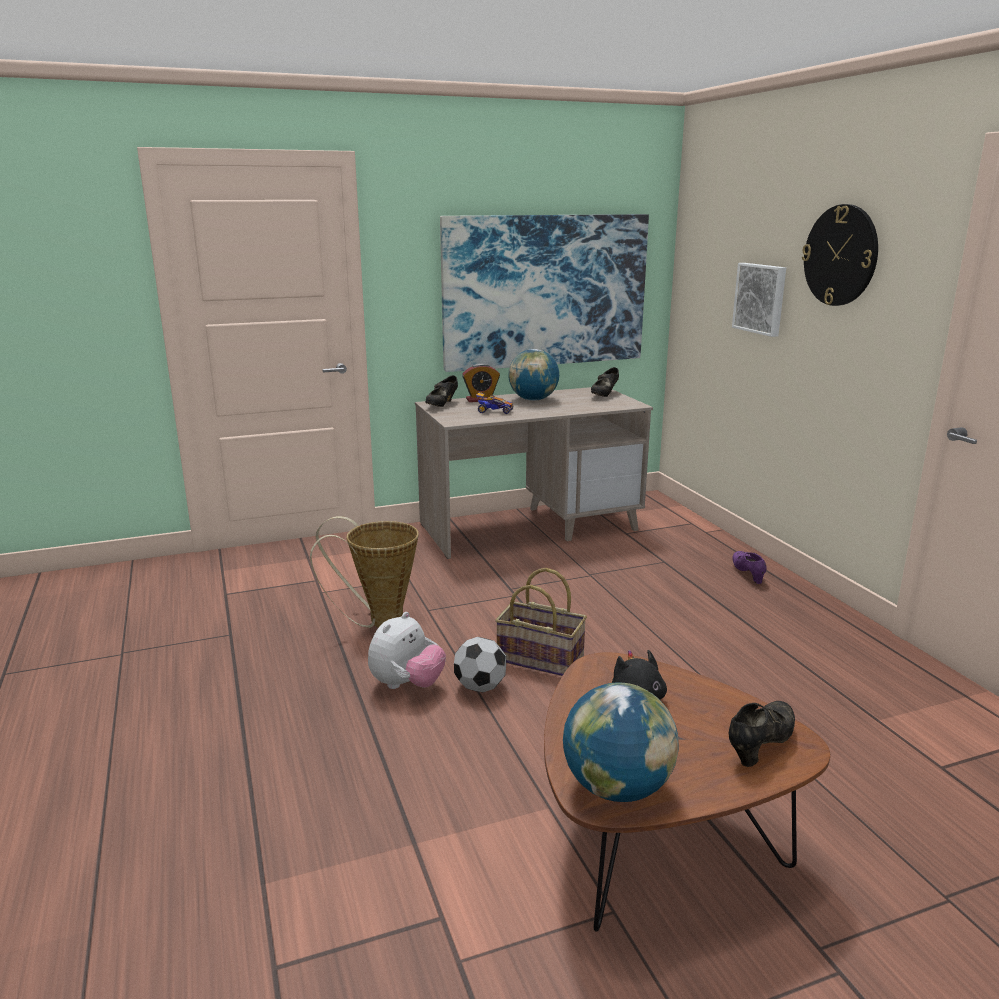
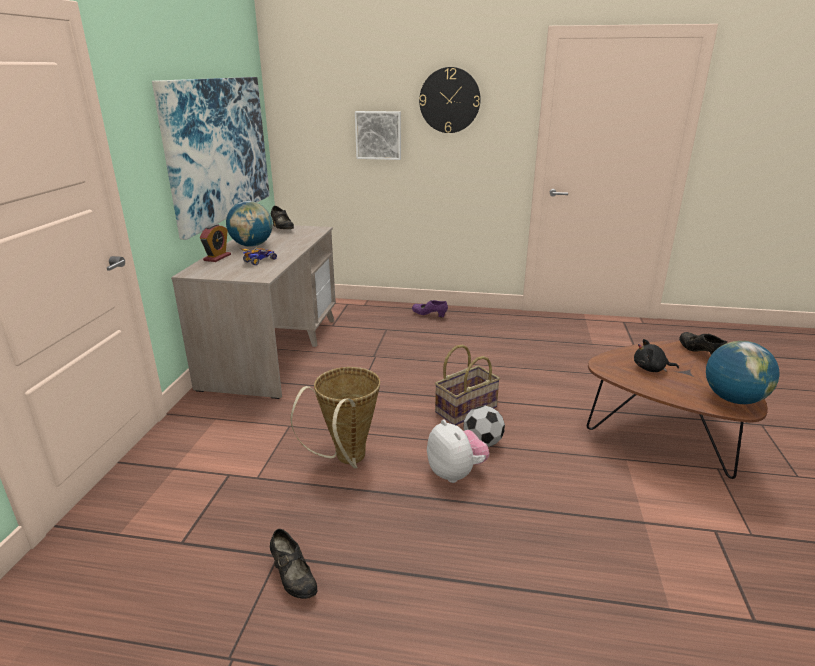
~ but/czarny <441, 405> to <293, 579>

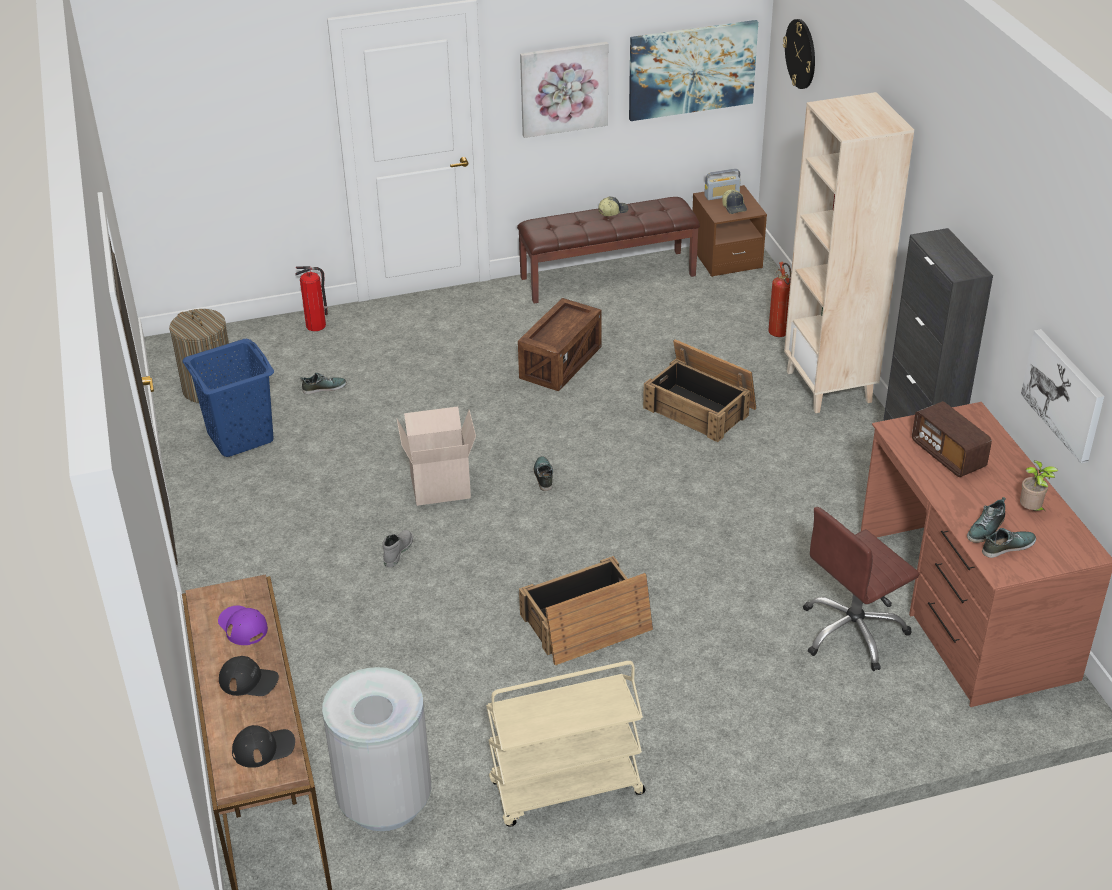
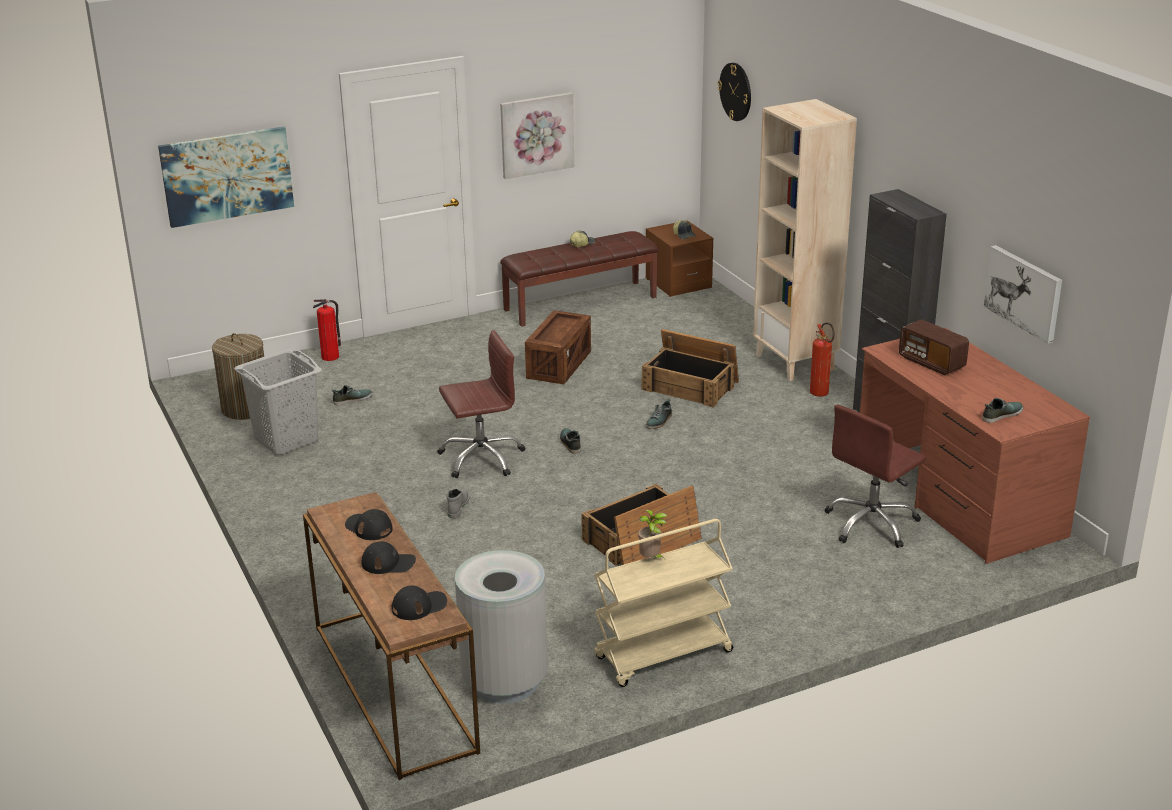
~ obraz <692, 69> to <227, 176>
~ kosz na pranie/niebieski <239, 436> to kosz na pranie/szary <285, 440>
~ czapka z daszkiem/fioletowy <242, 626> to czapka z daszkiem/czarny <369, 528>
~ karton <441, 485> to krzesło biurowe/brązowy <481, 458>
~ roślina doniczkowa <1031, 510> to <651, 559>
~ but <986, 529> to <659, 421>
~ gaśnica <779, 335> to <821, 394>
- radio <722, 195>

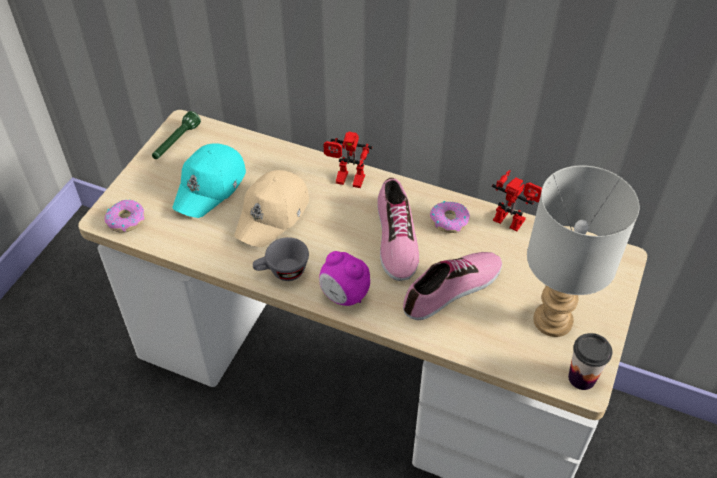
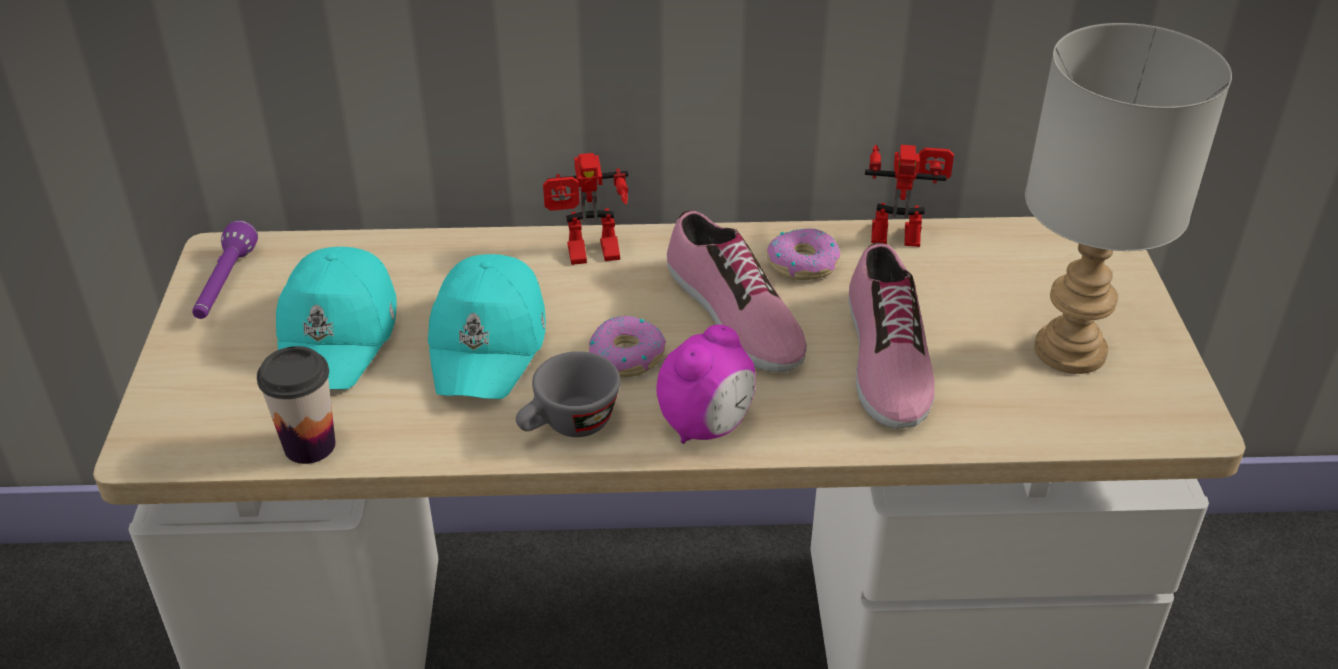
~ latarka/zielony <176, 142> to latarka/fioletowy <225, 285>
~ filiżanka <582, 378> to <309, 445>
~ czapka z daszkiem/beżowy <273, 214> to czapka z daszkiem/turkusowy <490, 342>
~ donut <126, 220> to <626, 356>
~ budzik <344, 296> = <707, 426> 60 degrees counterclockwise
~ but <453, 290> = <883, 358> 150 degrees clockwise

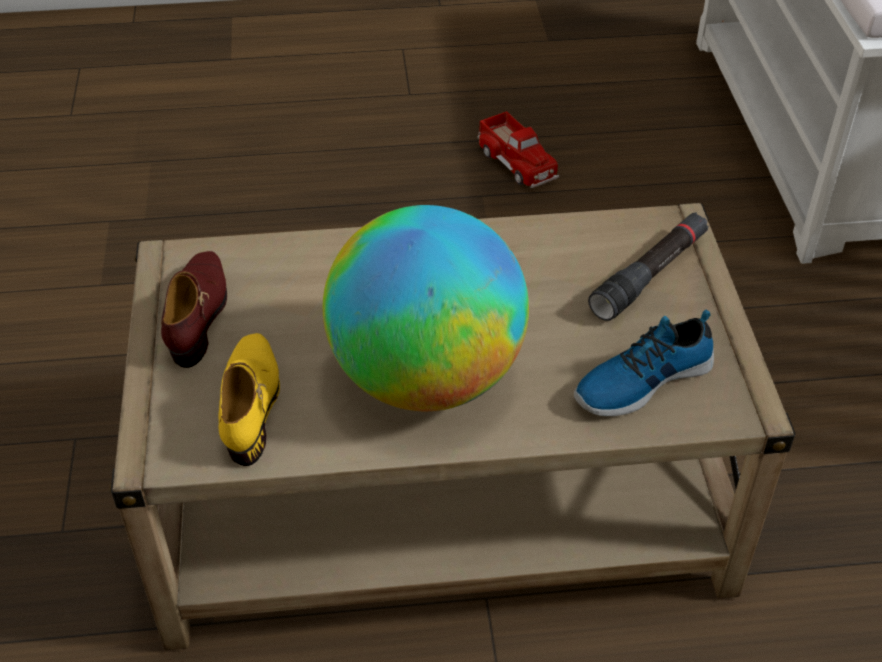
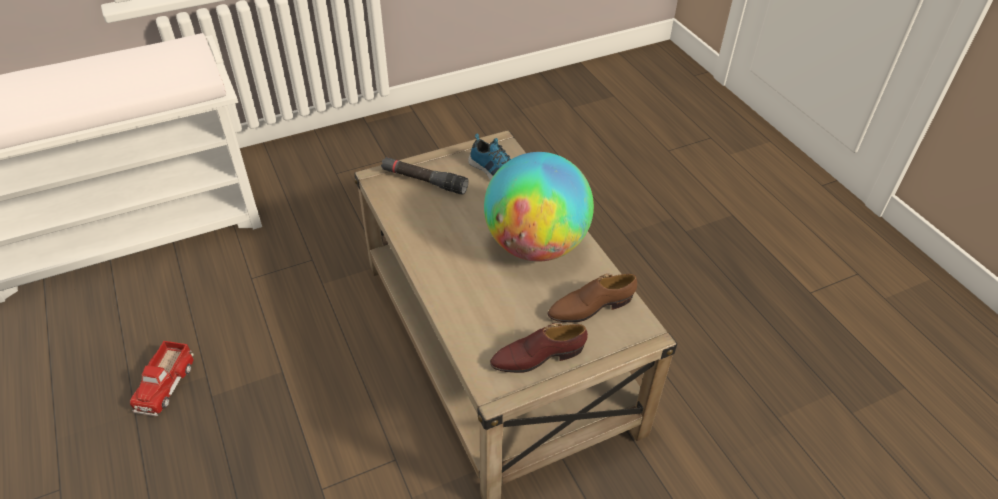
~ ciężarówka zabawkowa <517, 161> = <164, 384> 150 degrees clockwise
~ but/żółty <252, 404> to but/brązowy <590, 307>

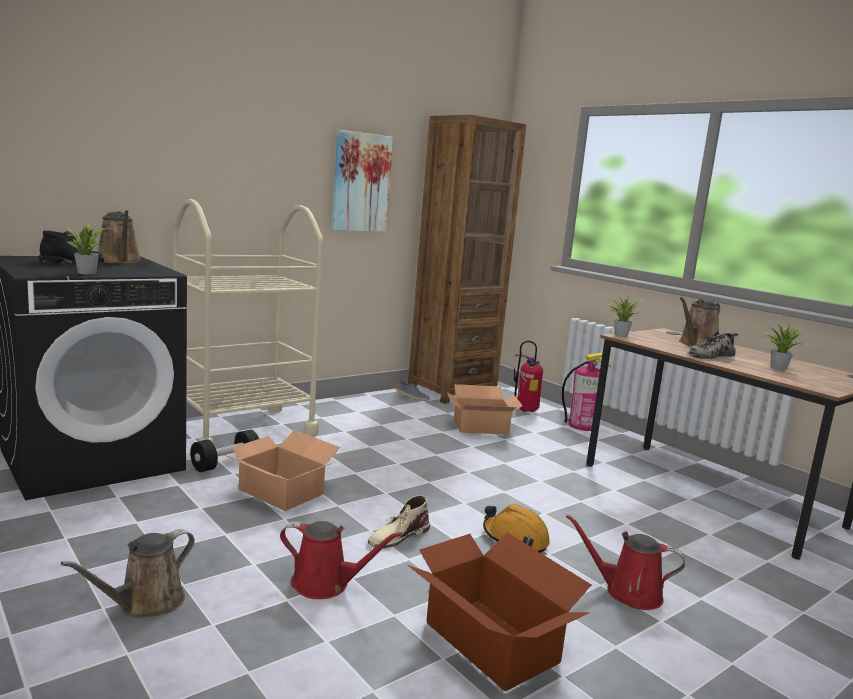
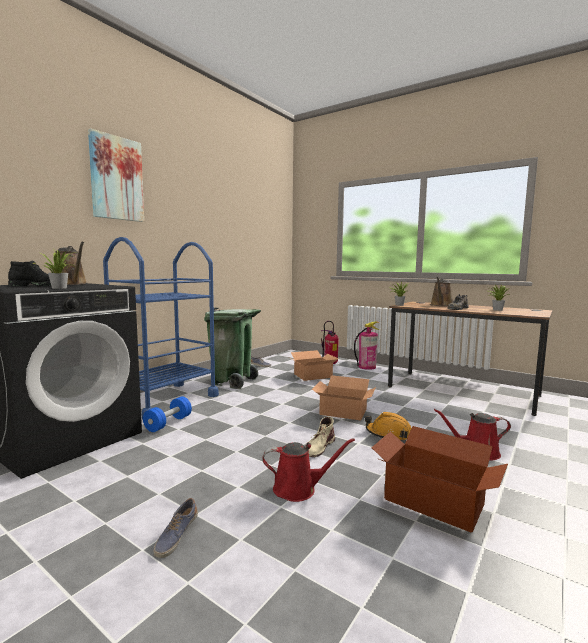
~ obraz <361, 182> to <116, 178>
~ wózek/beżowy <243, 429> to wózek/niebieski <165, 400>
~ hantel/czarny <226, 464> to hantel/niebieski <168, 423>
~ konewka/brązowy <145, 603> to but <176, 536>
+ kosz na śmieci/zielony <232, 382>
~ karton <281, 491> to <343, 411>
- regał/brązowy <451, 391>

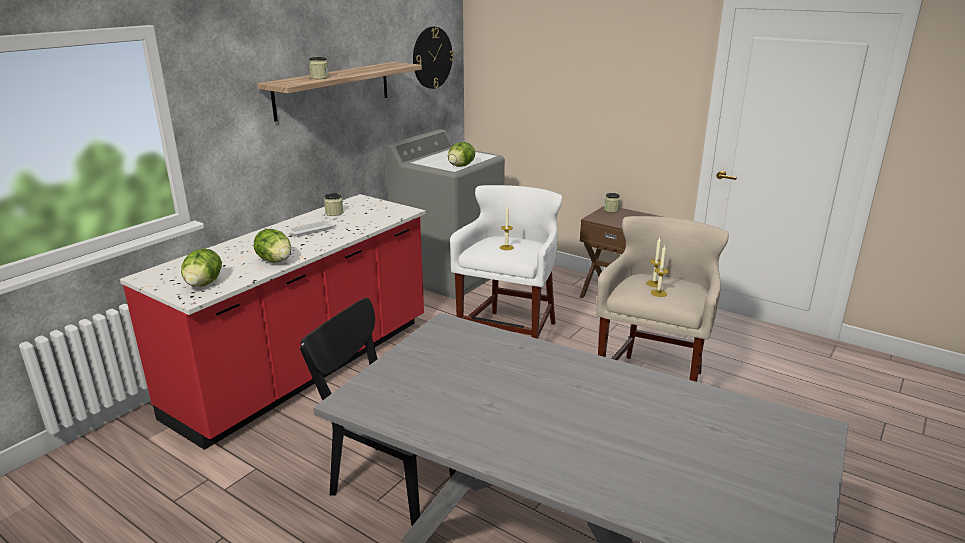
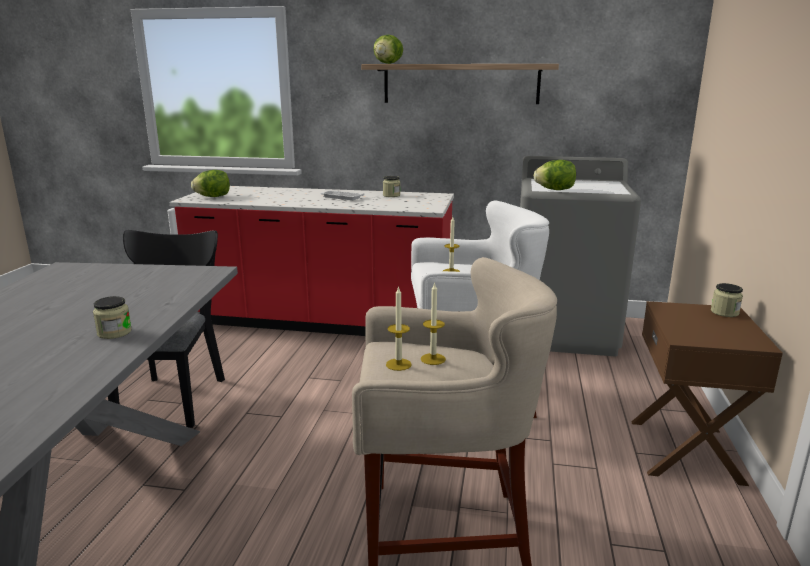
~ słoik <319, 78> to <114, 332>
~ sałata <275, 261> to <387, 63>
- zegar ścienny <432, 57>

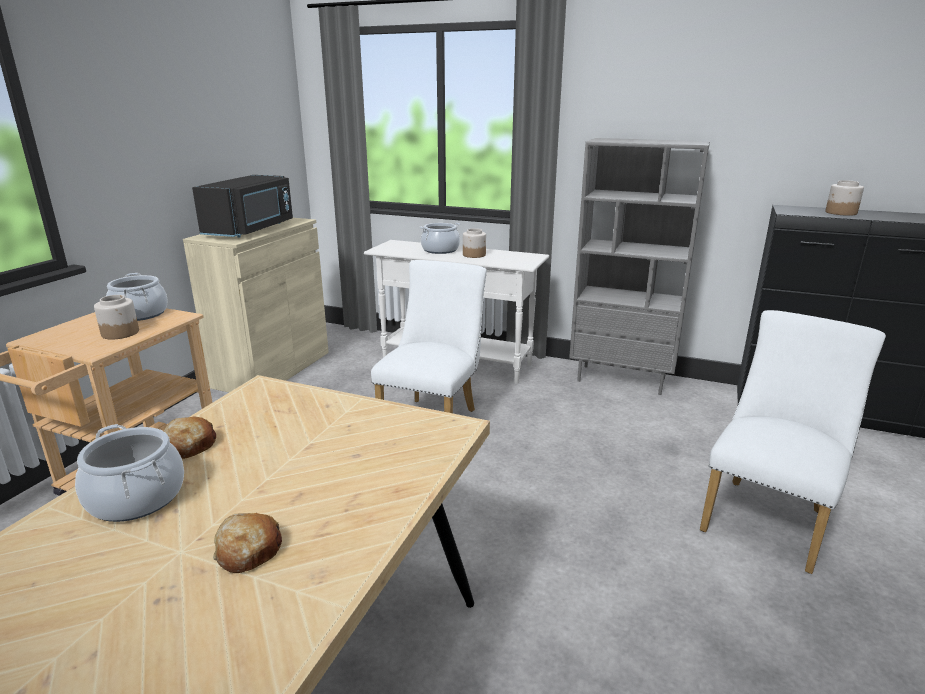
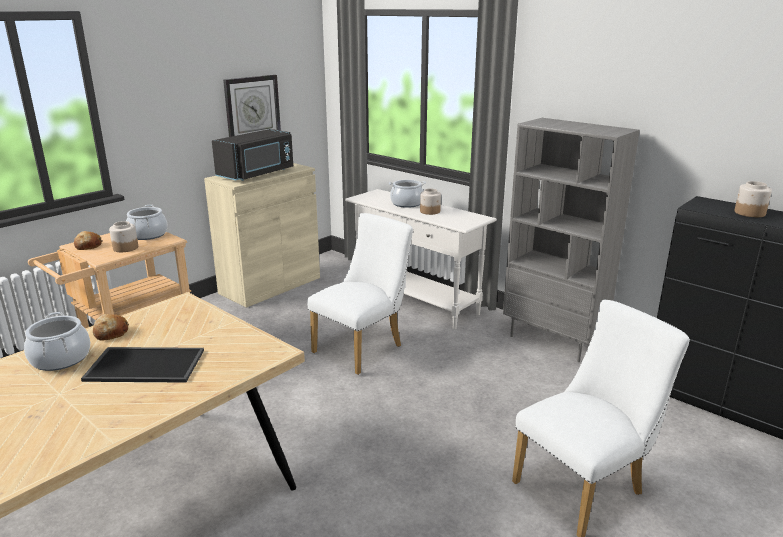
~ chleb <248, 551> to <88, 246>
+ taca <147, 364>
+ zegar ścienny <252, 108>

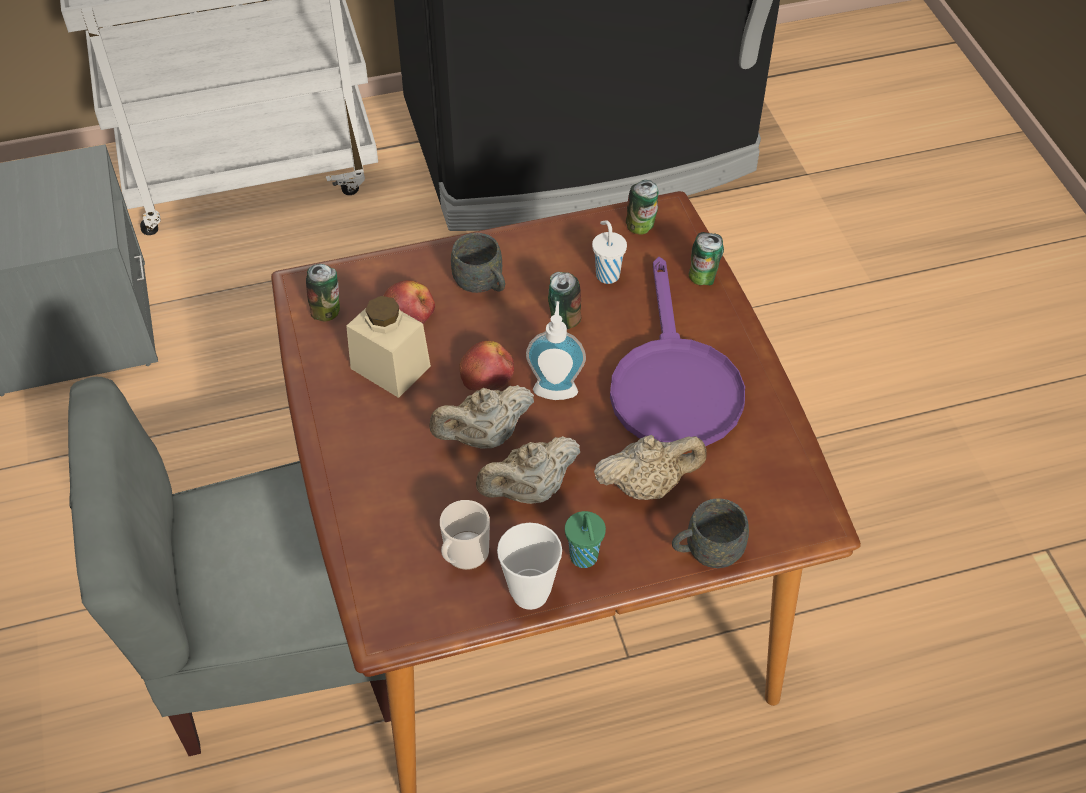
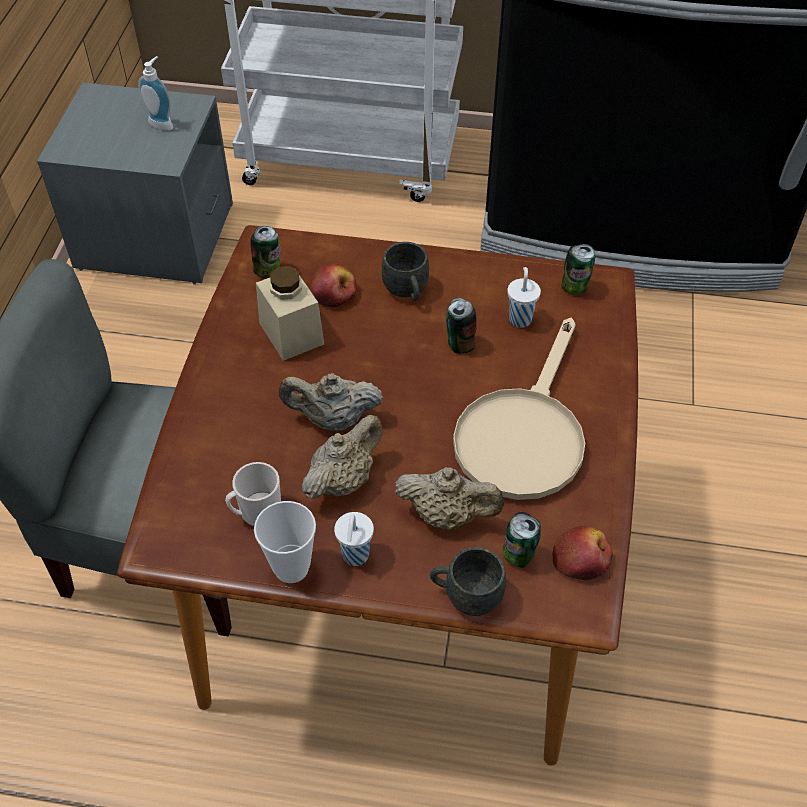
~ dozownik mydła <555, 387> to <163, 123>
~ imbryk/beżowy <529, 490> = <343, 479> 135 degrees clockwise
~ filiżanka/zielony <584, 558> to filiżanka/biały <355, 556>
~ patelnia/fioletowy <672, 383> to patelnia/beżowy <523, 433>
~ puszka <703, 278> to <518, 556>
~ jabłko <487, 373> to <581, 558>

